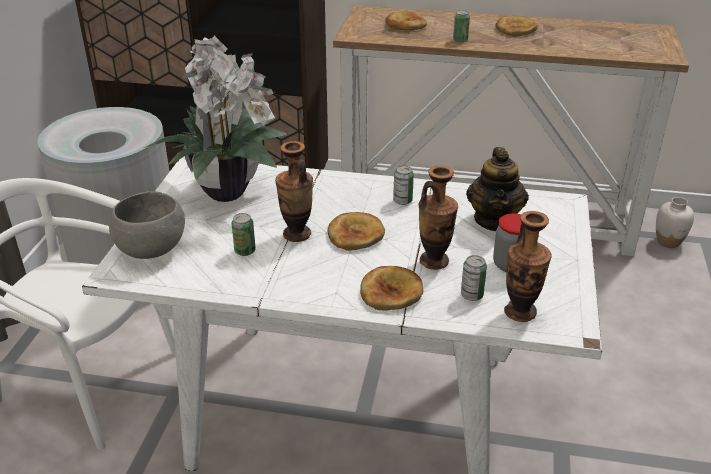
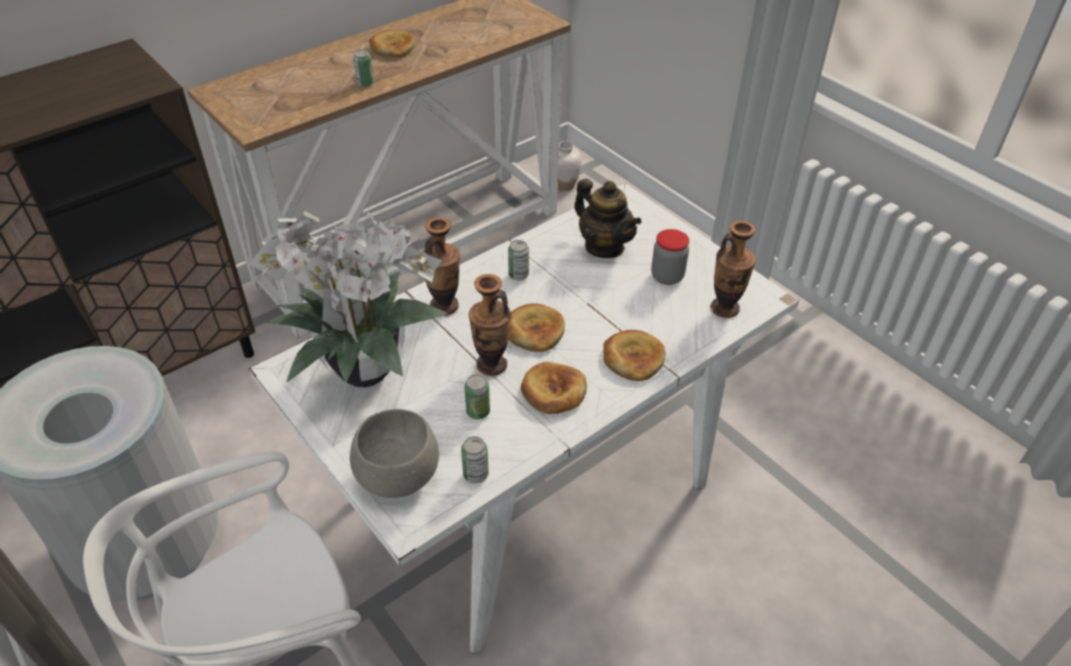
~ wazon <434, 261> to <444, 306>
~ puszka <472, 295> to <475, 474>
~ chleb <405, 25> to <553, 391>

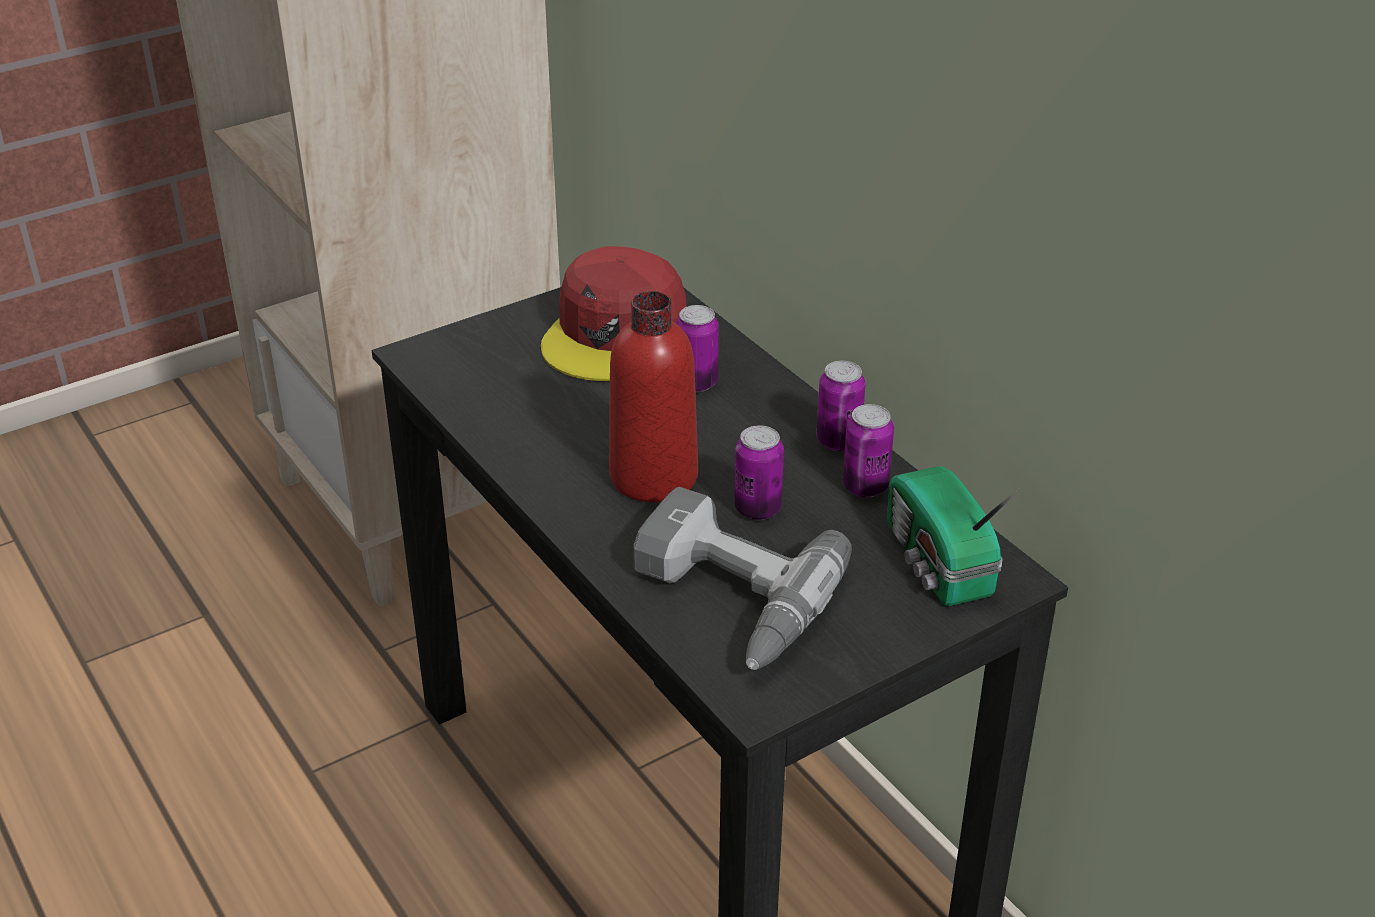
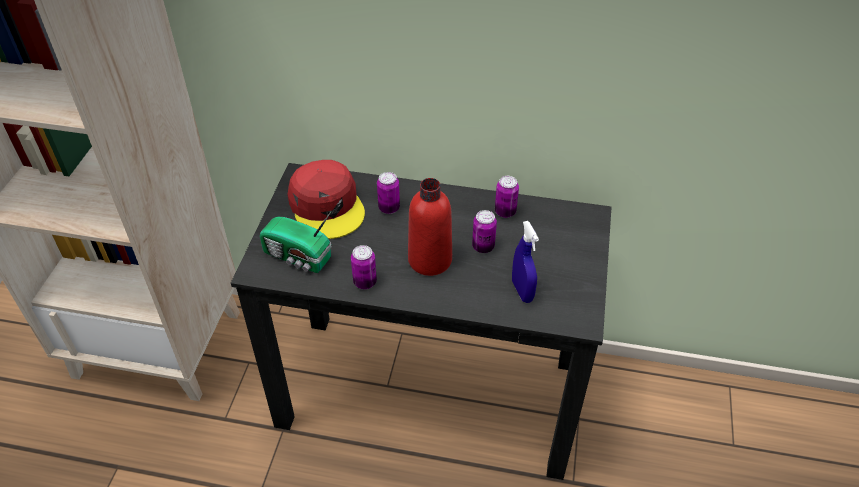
~ radio <937, 564> to <298, 257>
~ puszka <838, 441> to <365, 282>
~ wiertarka <726, 600> to spryskiwacz/niebieski <522, 291>

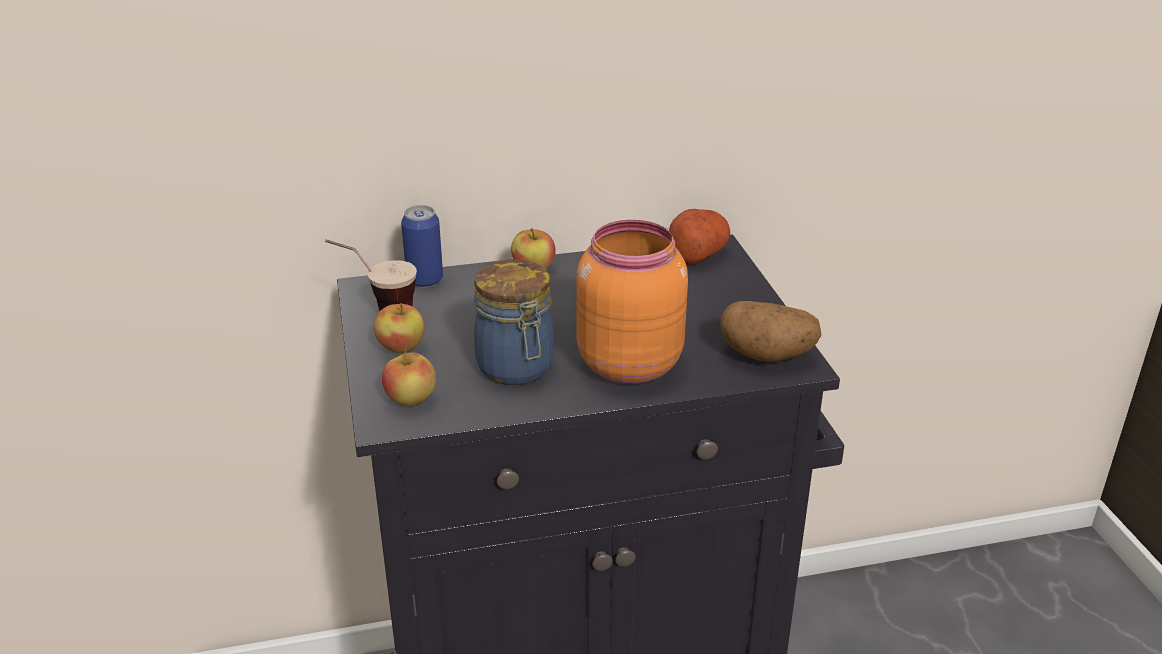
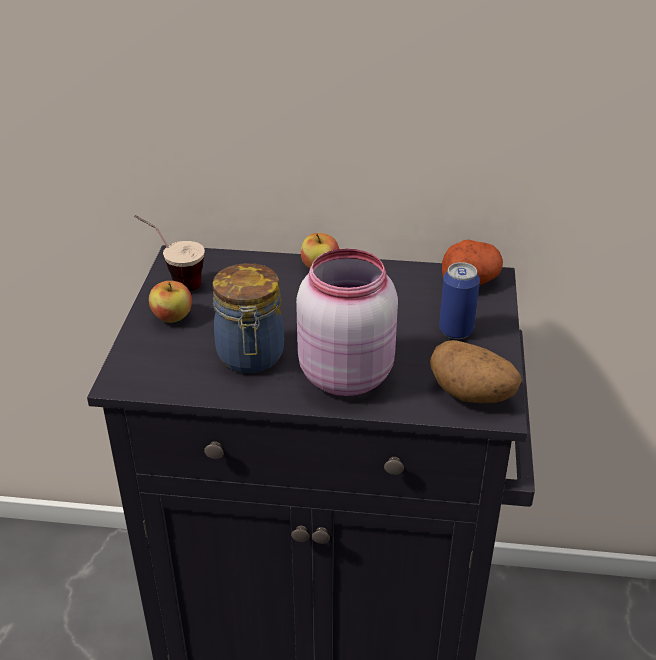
~ słoik/pomarańczowy <627, 363> to słoik/różowy <344, 373>
~ puszka <425, 280> to <456, 330>
- jabłko <410, 400>

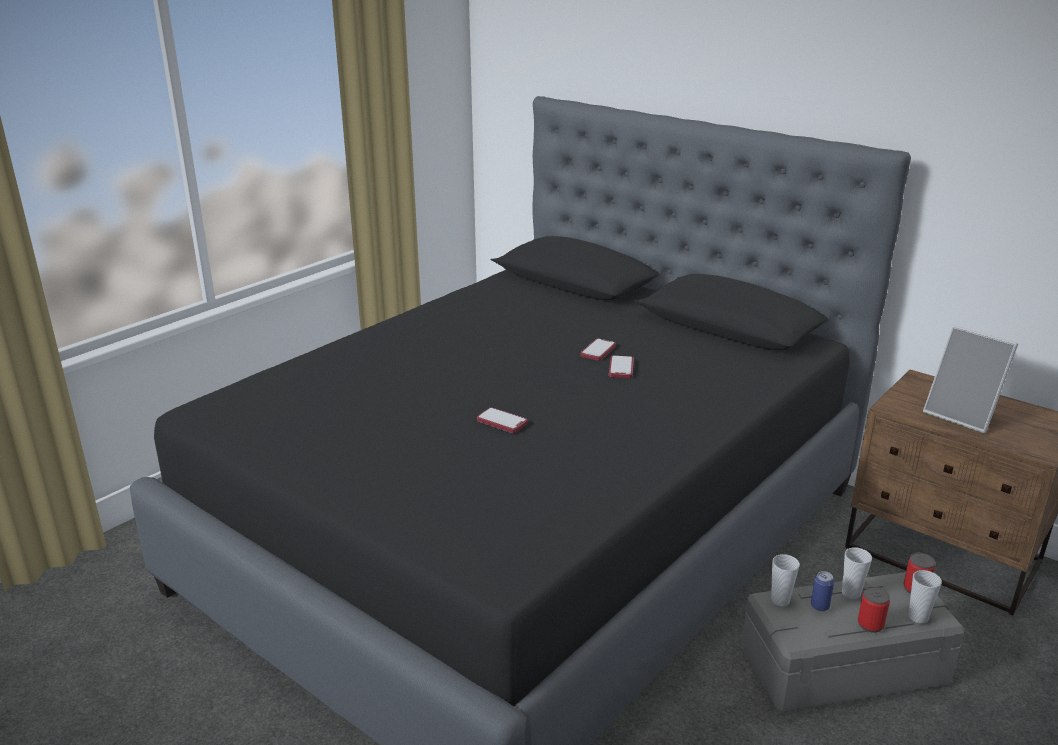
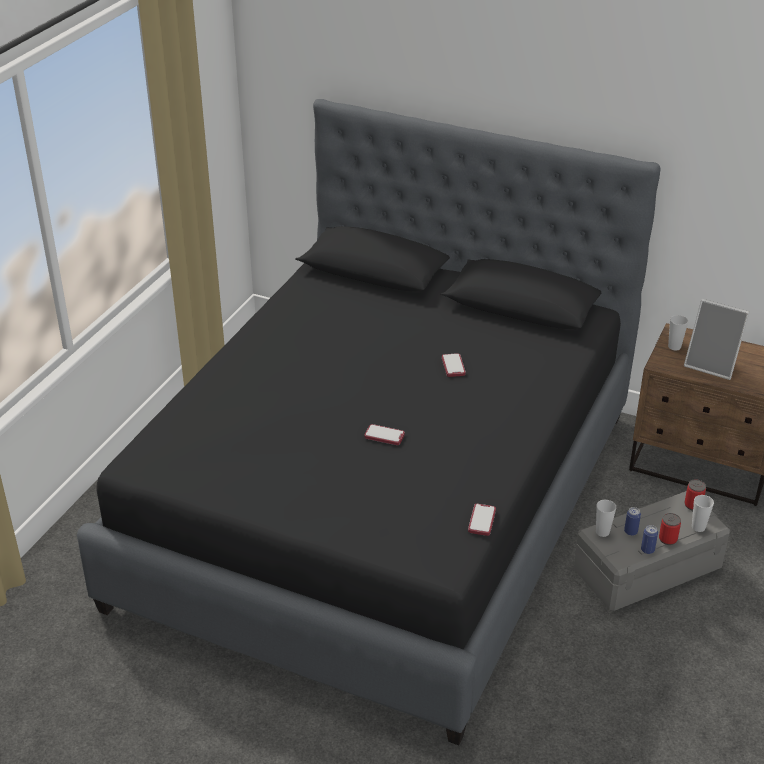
~ telefon <598, 351> to <482, 520>
+ puszka <647, 550>
~ filiżanka <851, 593> to <674, 347>

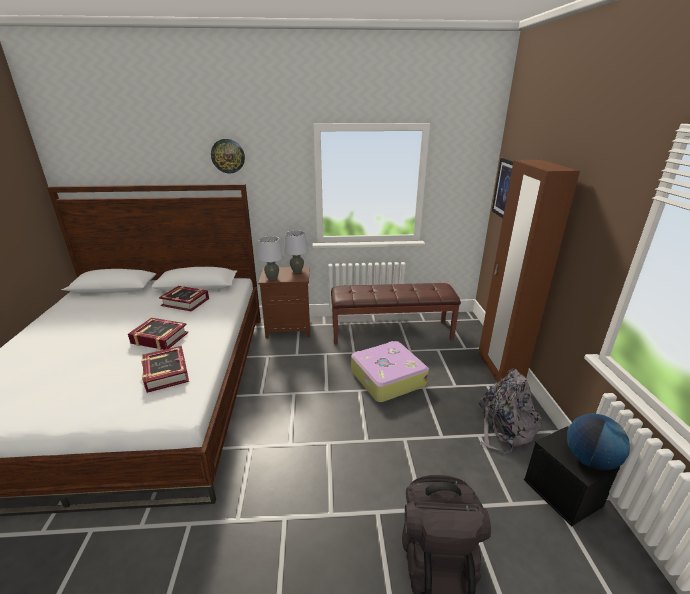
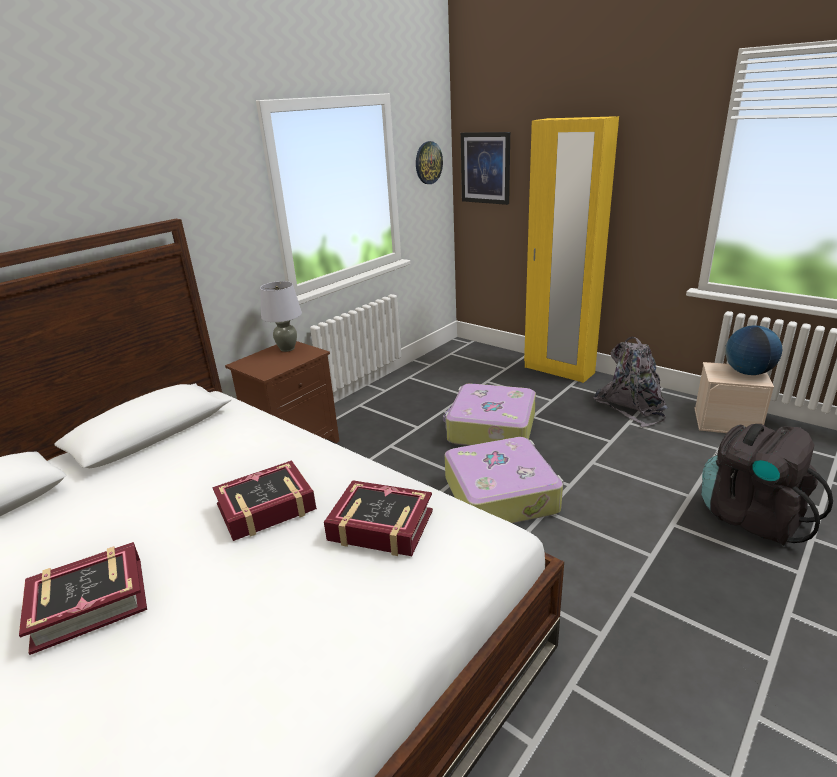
~ książka <185, 302> to <90, 603>
~ zegar ścienny <228, 156> to <428, 163>
+ walizka <501, 494>
~ szafa/brązowy <499, 370> to szafa/żółty <558, 370>
~ pojemnik do przechowywania/czarny <563, 493> to pojemnik do przechowywania/beżowy <727, 421>
- lampa stołowa/szary <272, 278>
- ławka/brązowy <391, 331>

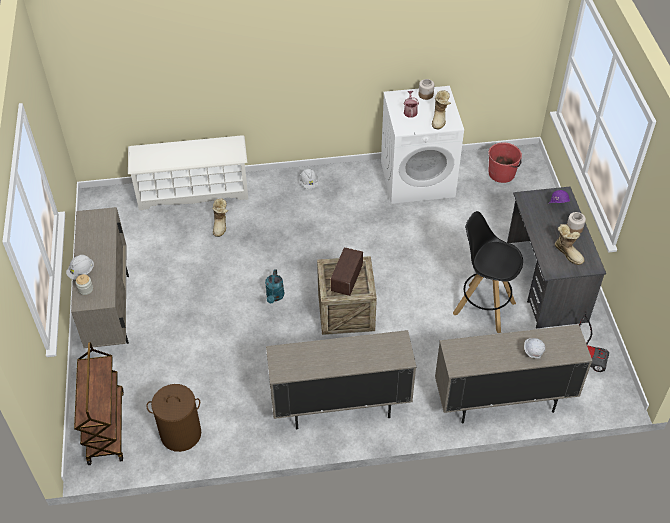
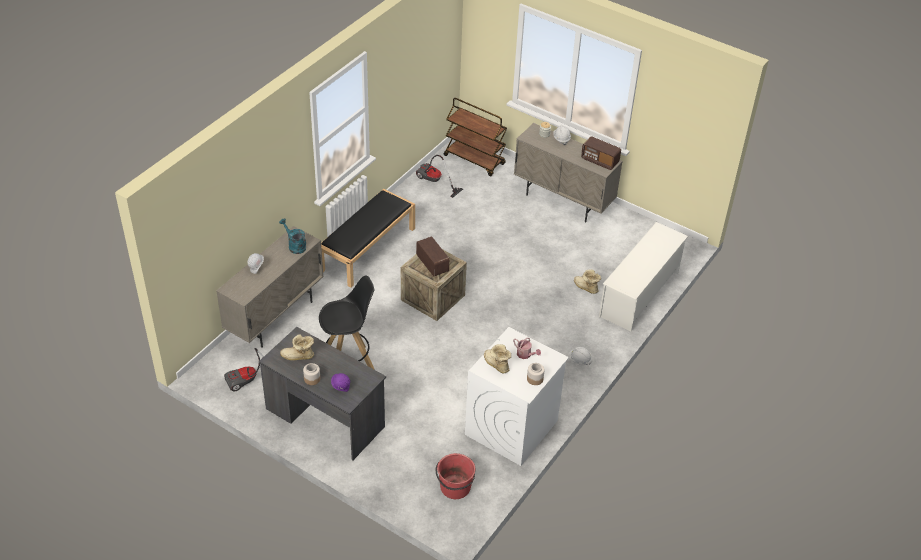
~ konewka/turkusowy <275, 297> to <295, 246>
~ szafka/beżowy <340, 407> to ławka/czarny <368, 248>
~ kosz na pranie/brązowy <180, 434> to odkurzacz <434, 182>
+ radio <599, 161>

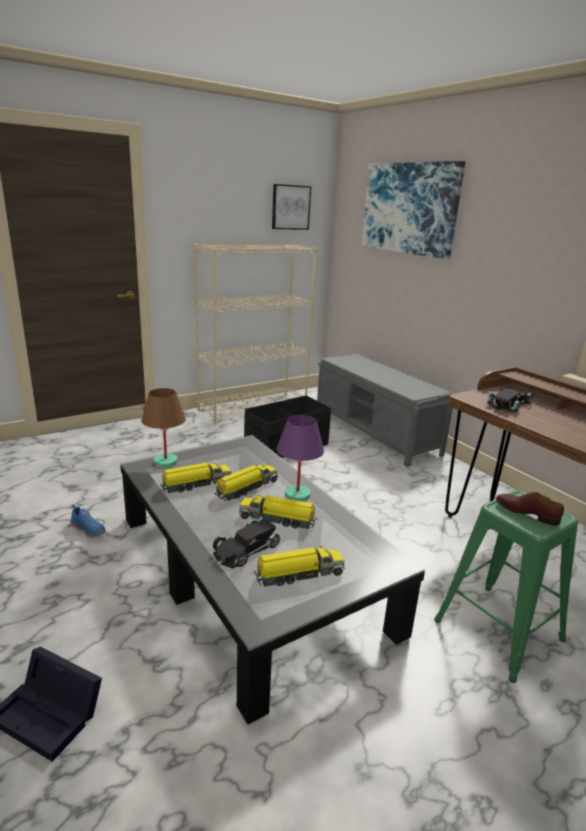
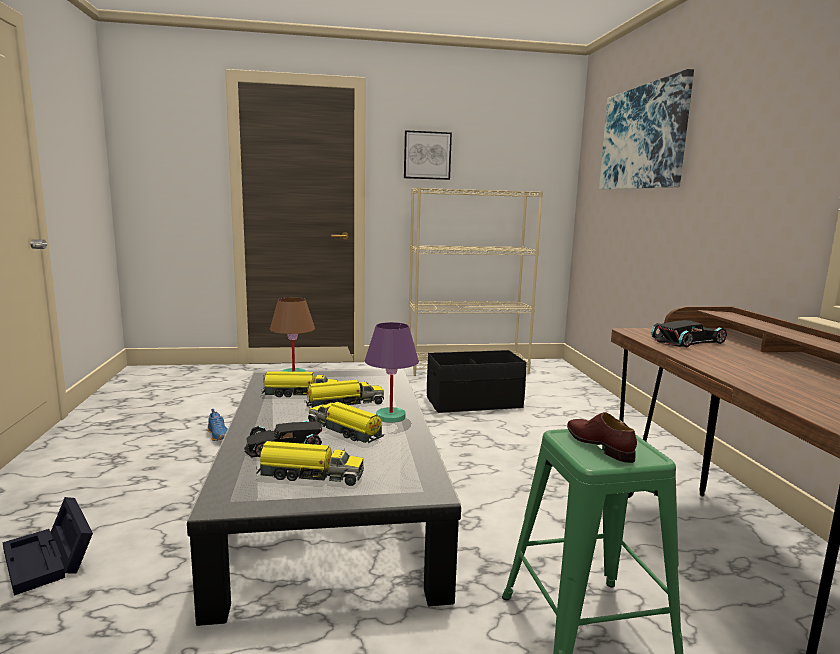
~ obraz <290, 207> to <427, 155>
- ławka/szary <376, 433>

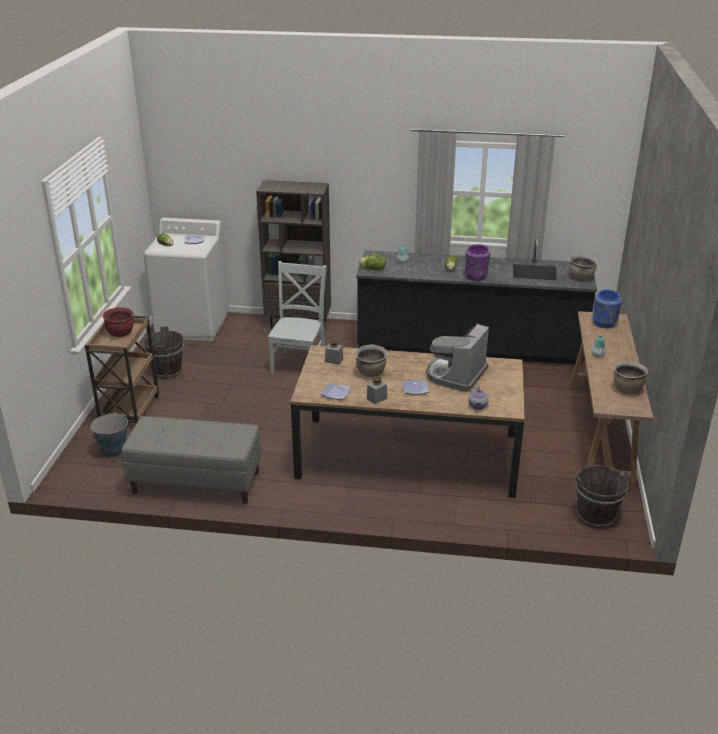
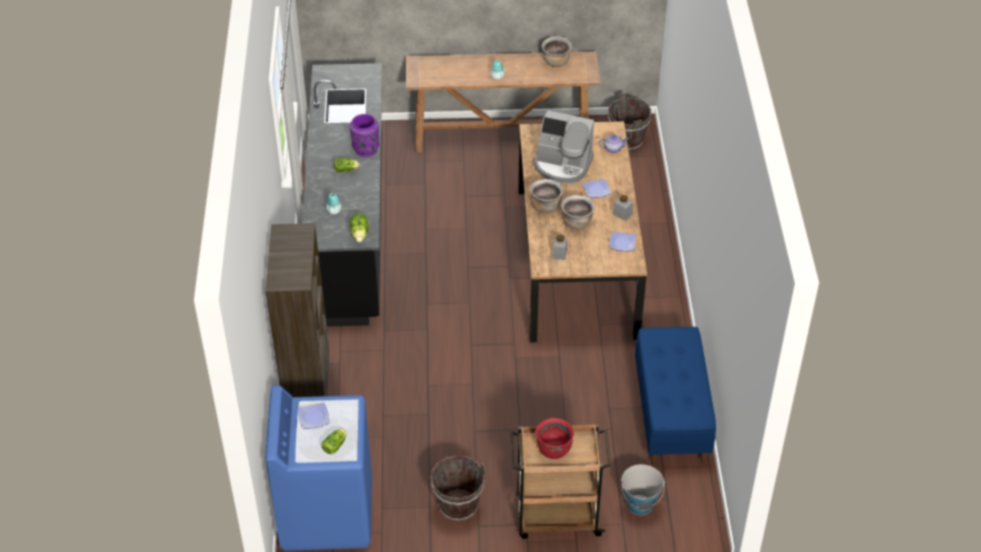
~ pralka/biały <193, 325> to pralka/niebieski <326, 513>
~ garnek/brązowy <581, 278> to <545, 207>
~ ławka/szary <195, 483> to ławka/niebieski <671, 415>
- krzesło/szary <299, 363>
- wazon/niebieski <604, 323>

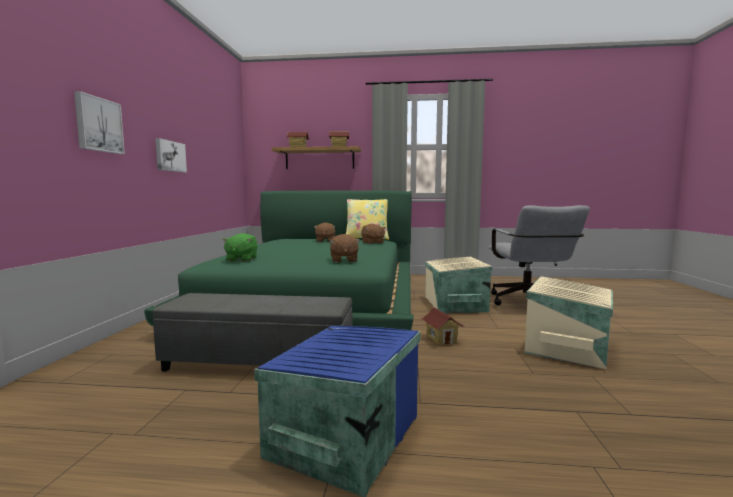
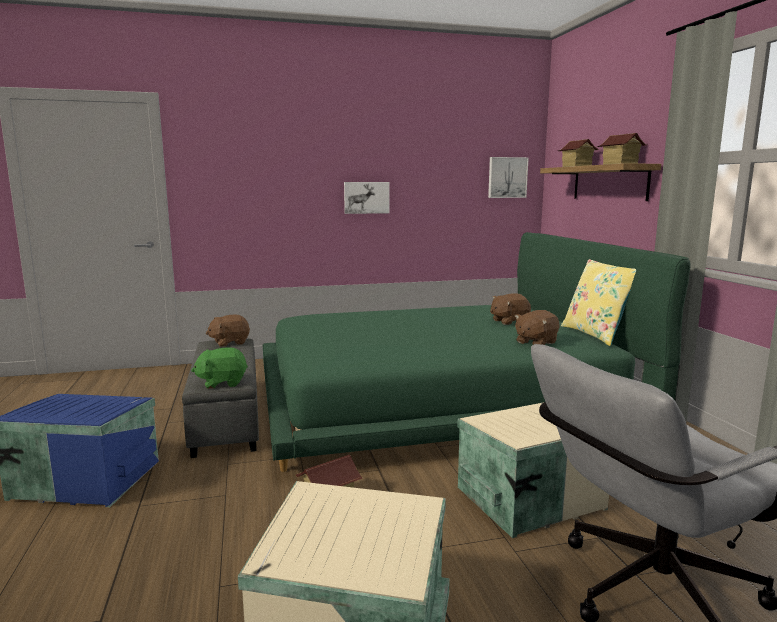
~ pluszak/zielony <241, 259> to <222, 383>
~ pluszak/brązowy <344, 260> to <229, 343>
~ obraz <98, 125> to <507, 177>

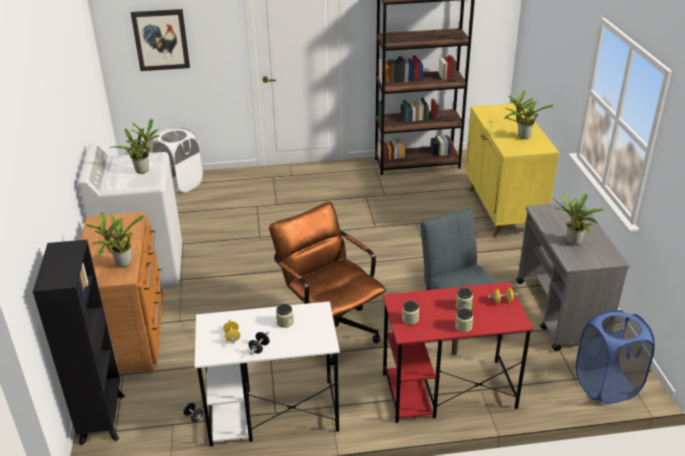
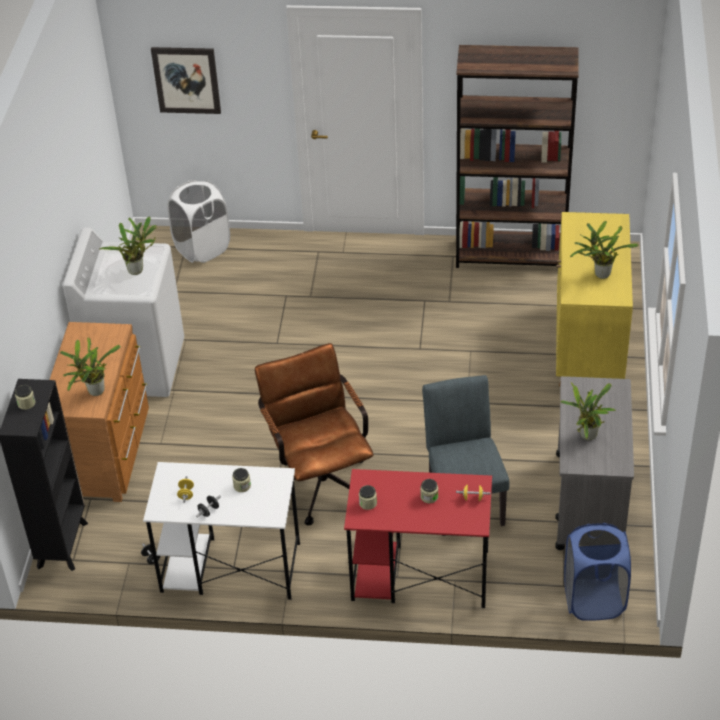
~ słoik <463, 327> to <26, 403>

